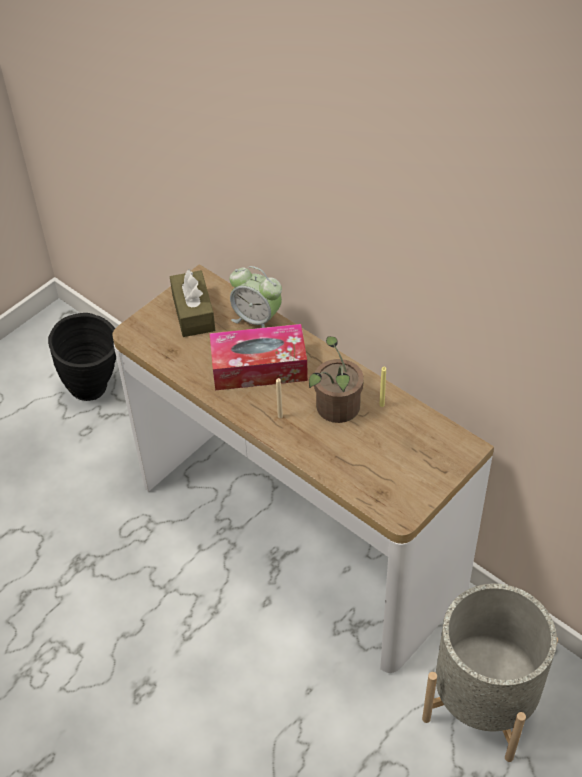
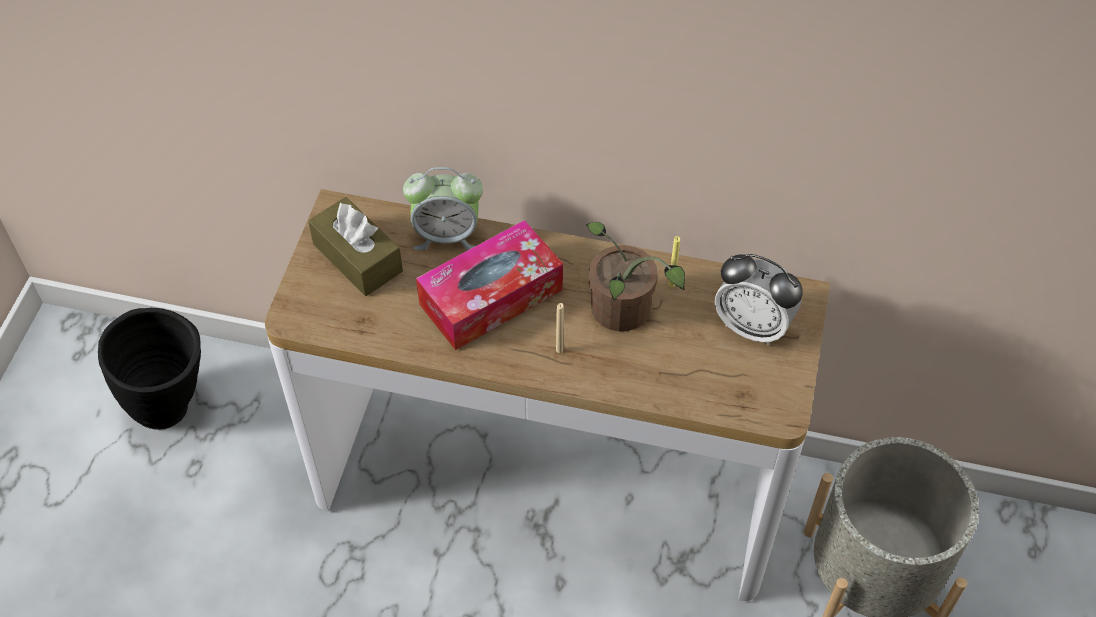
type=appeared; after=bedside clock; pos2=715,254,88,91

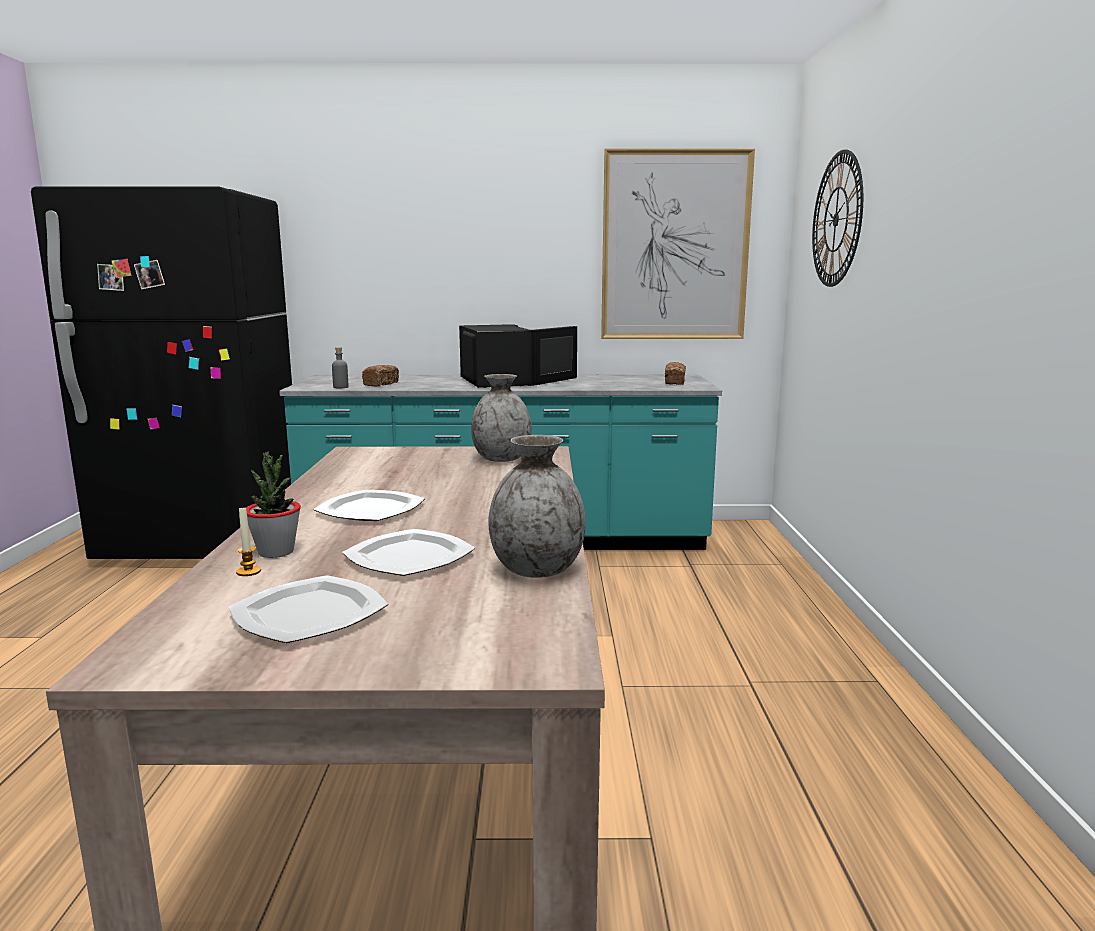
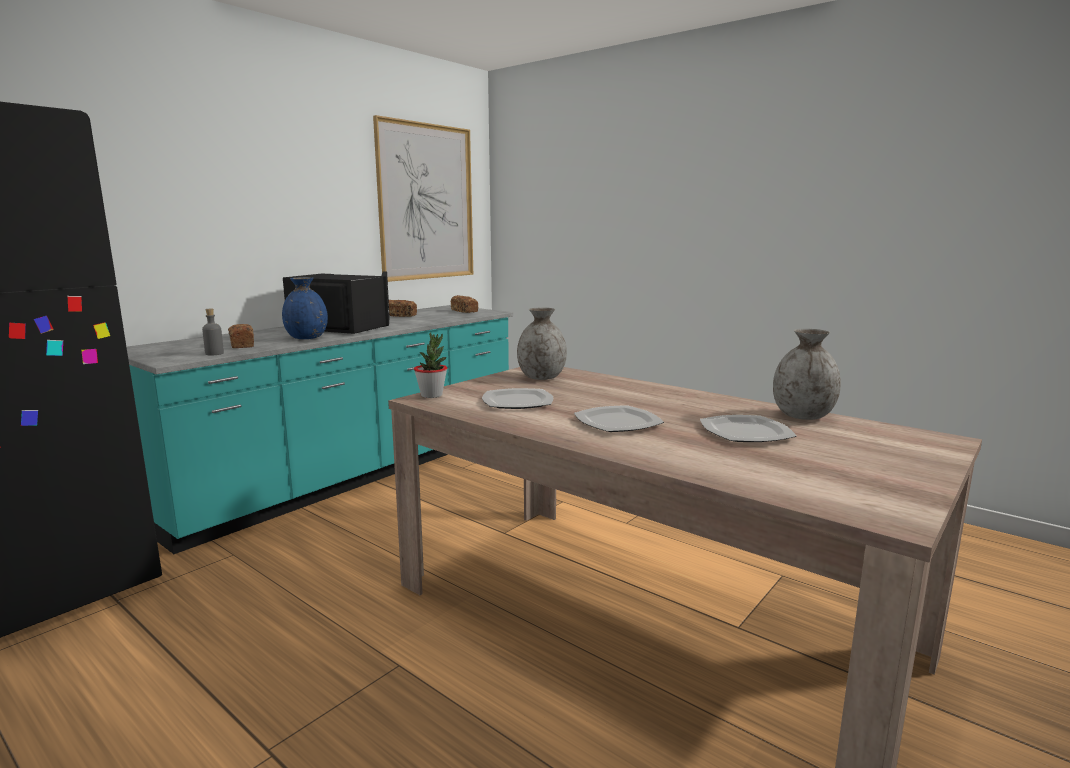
type=appeared; after=bluish vase; pos2=282,277,46,62
type=appeared; after=baked bread; pos2=389,300,28,17
type=relocated; before=potted plant; pos1=246,452,55,106; pos2=414,333,33,65
type=relocated; before=plate; pos1=228,575,160,68; pos2=482,388,71,21
type=missing; before=wax light; pos1=236,506,25,70
type=missing; before=clock on the wall; pos1=812,150,51,137

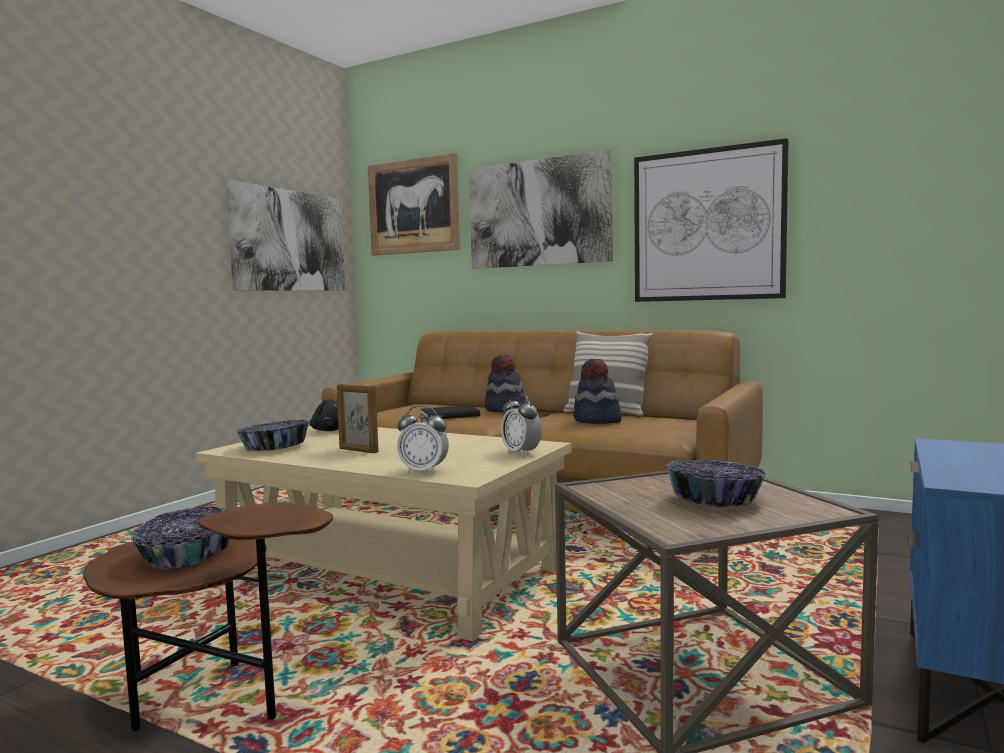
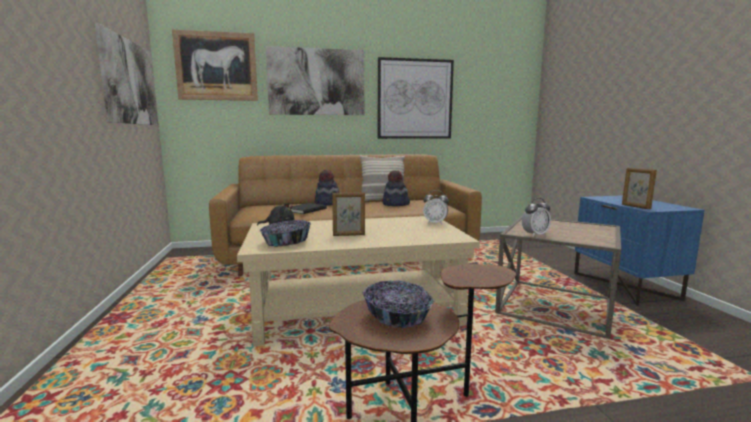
type=relocated; before=bedside clock; pos1=397,406,52,68; pos2=522,198,29,39
type=appeared; after=standing frame; pos2=622,168,35,41
type=missing; before=bowl; pos1=666,460,101,47

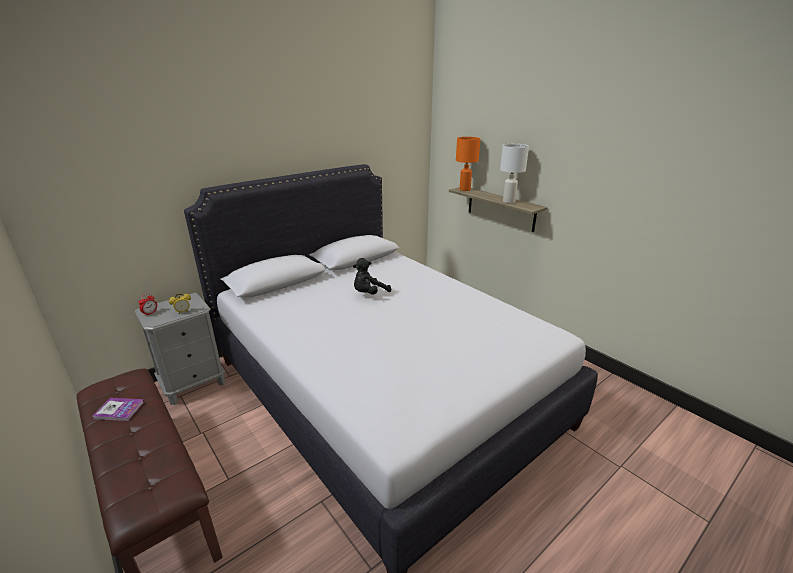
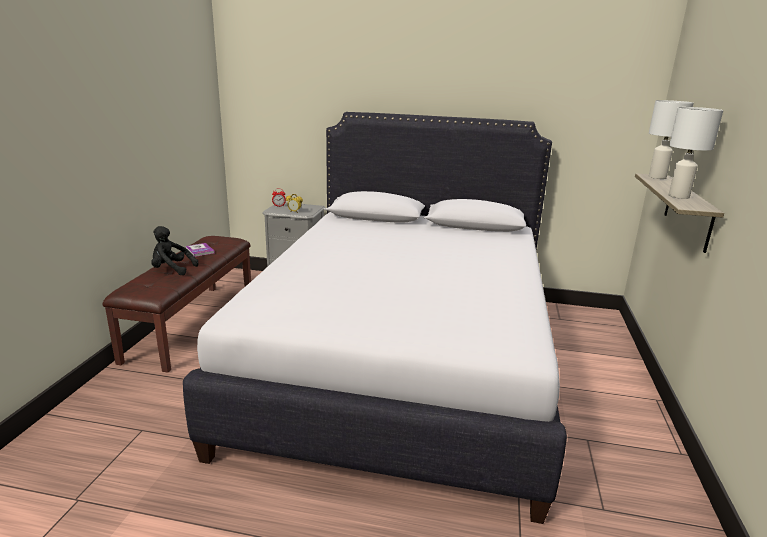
type=relocated; before=black-coloured plush toy; pos1=353,258,38,37; pos2=151,226,47,49
type=colour; before=orange lamp for a table; after=whitish lamp for a table; pos1=456,137,25,54; pos2=649,100,45,79

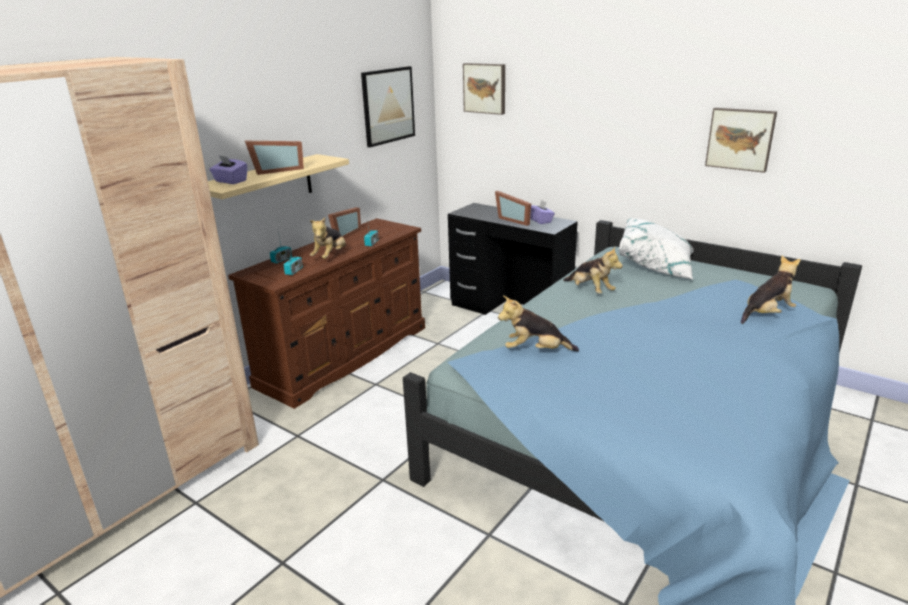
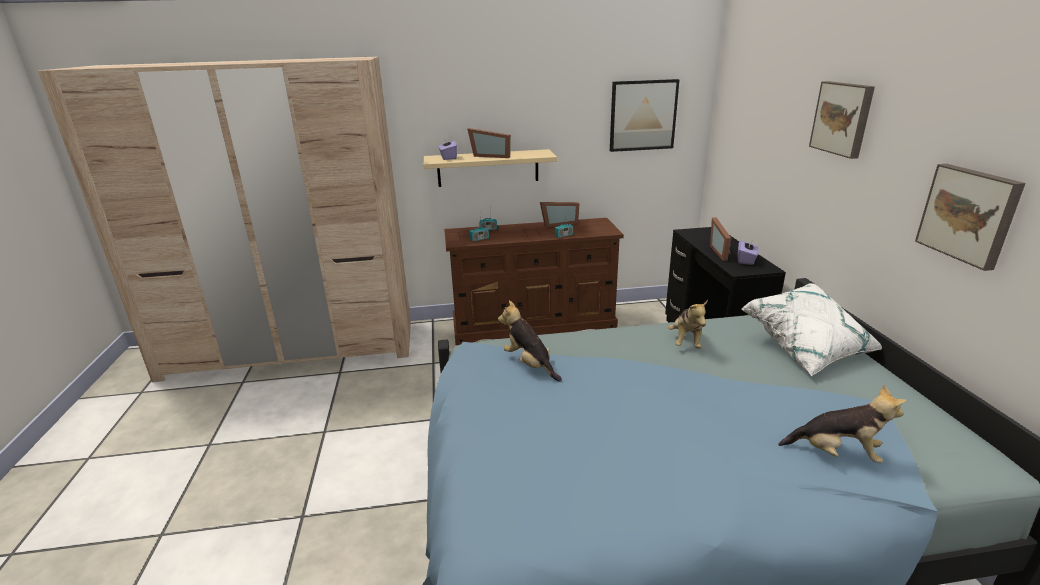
type=relocated; before=wall picture; pos1=463,63,42,52; pos2=809,81,66,78
type=missing; before=plush toy; pos1=310,217,36,42

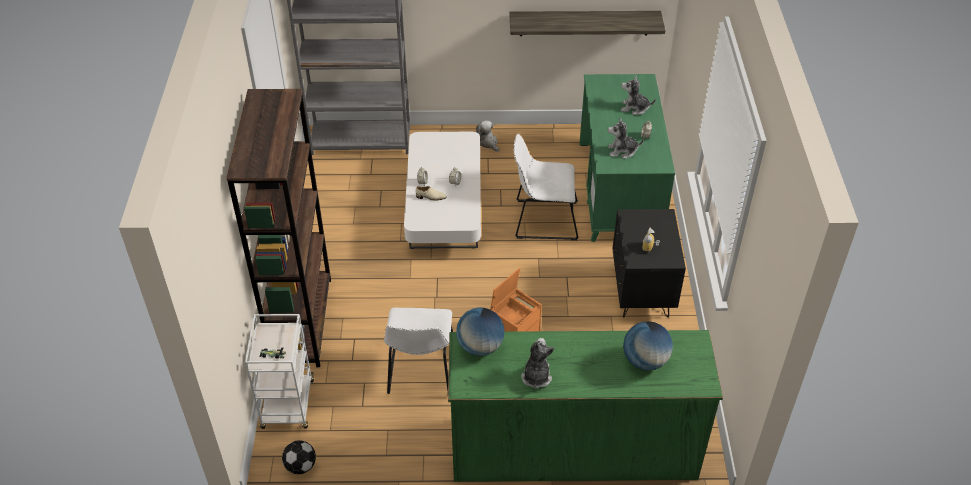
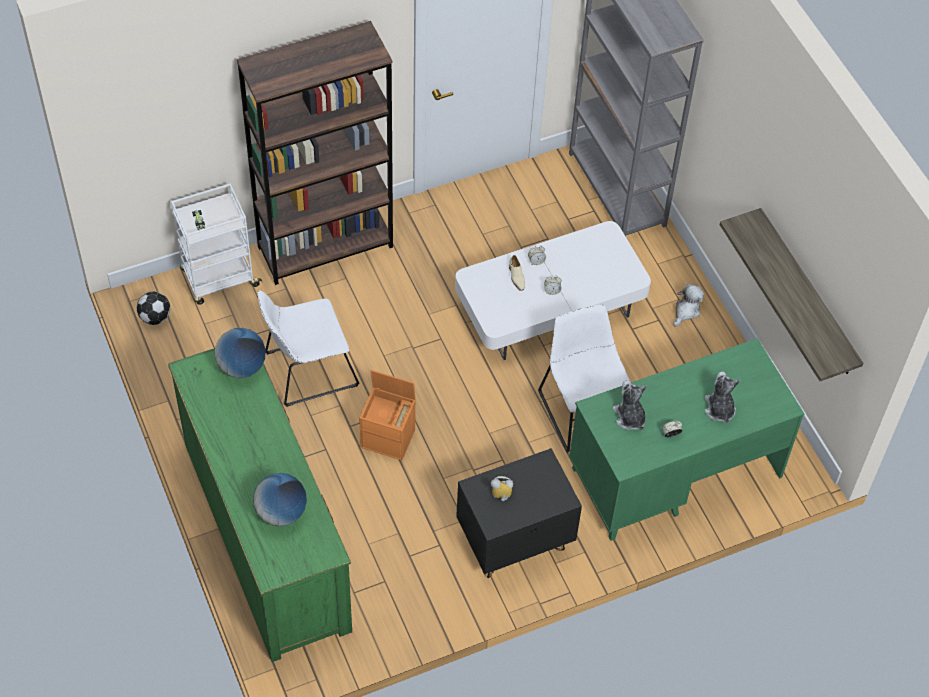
type=missing; before=plush toy; pos1=521,338,34,51

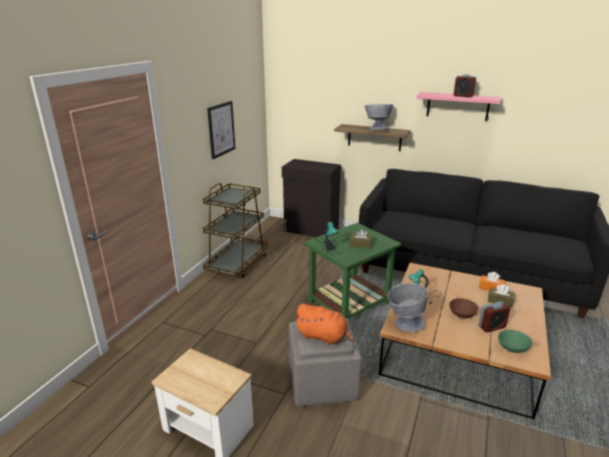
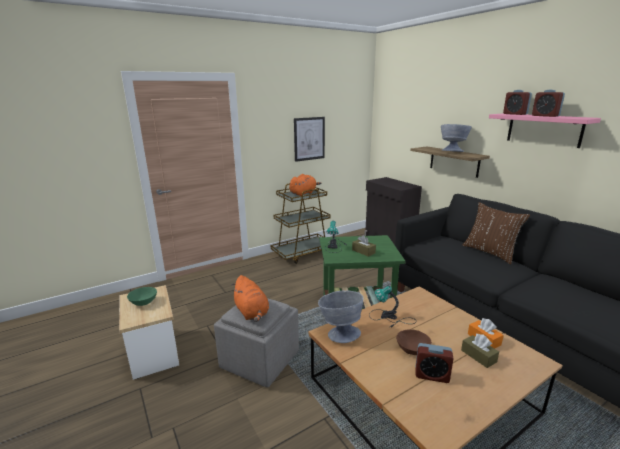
type=relocated; before=green bowl; pos1=498,330,34,23; pos2=127,287,30,19
type=appeared; after=orange plush toy; pos2=289,174,32,22
type=appeared; after=brown throw pillow; pos2=463,202,67,62
type=appeared; after=bedside clock; pos2=503,90,29,25

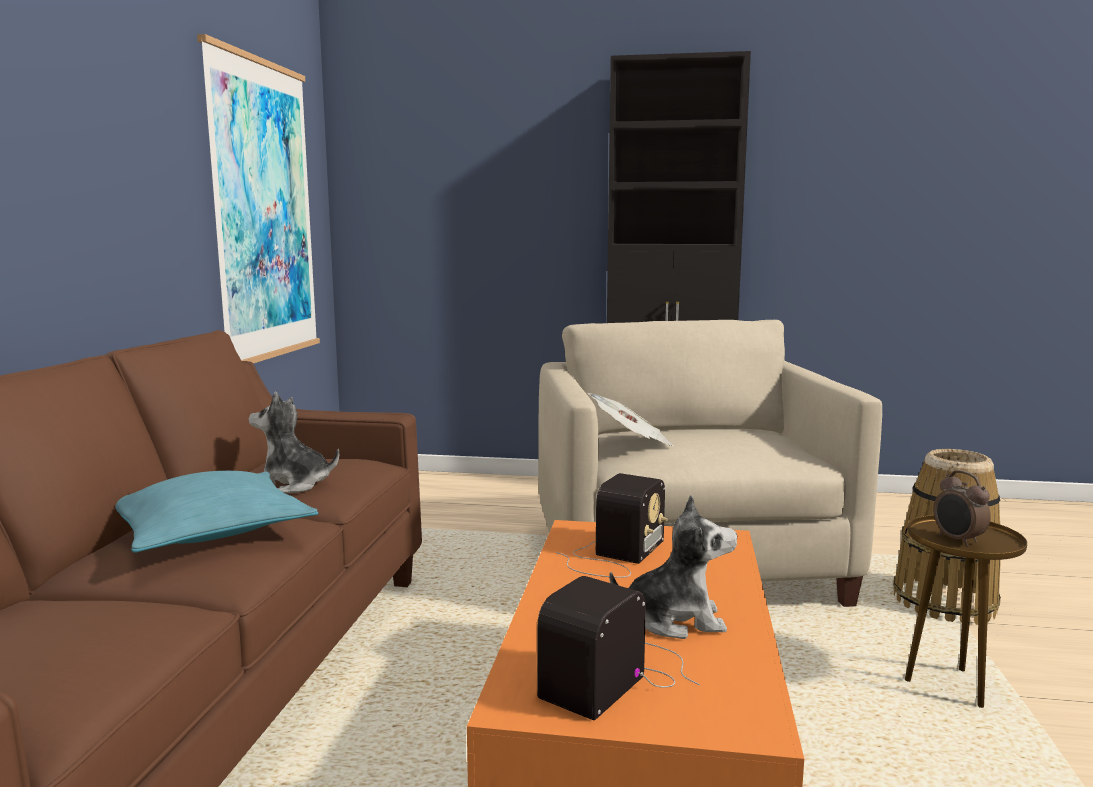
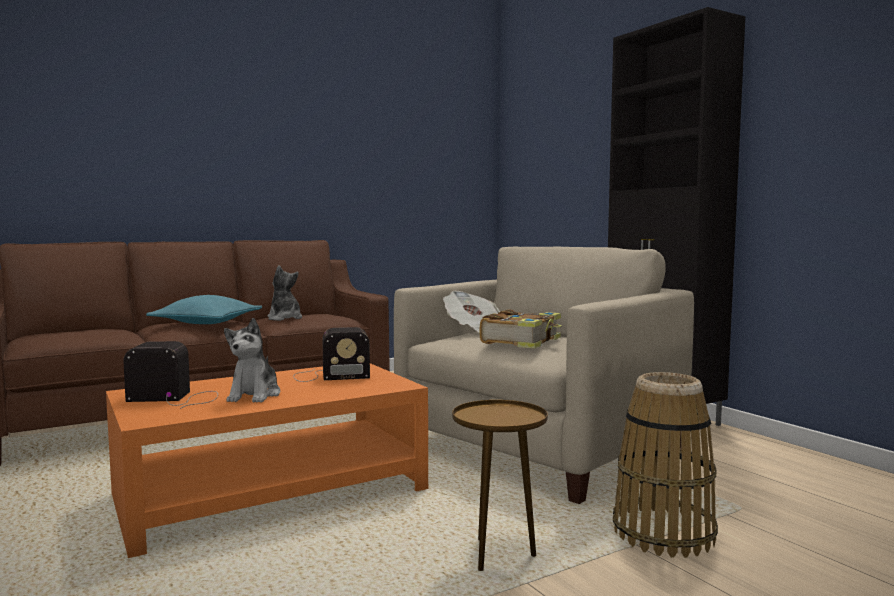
type=spun; before=plush toy; pos1=609,495,128,144; pos2=224,318,56,84; turn=45
type=appeared; after=bound book; pos2=480,309,82,40
type=missing; before=wall picture; pos1=197,34,123,329
type=missing; before=bedside clock; pos1=933,470,58,77

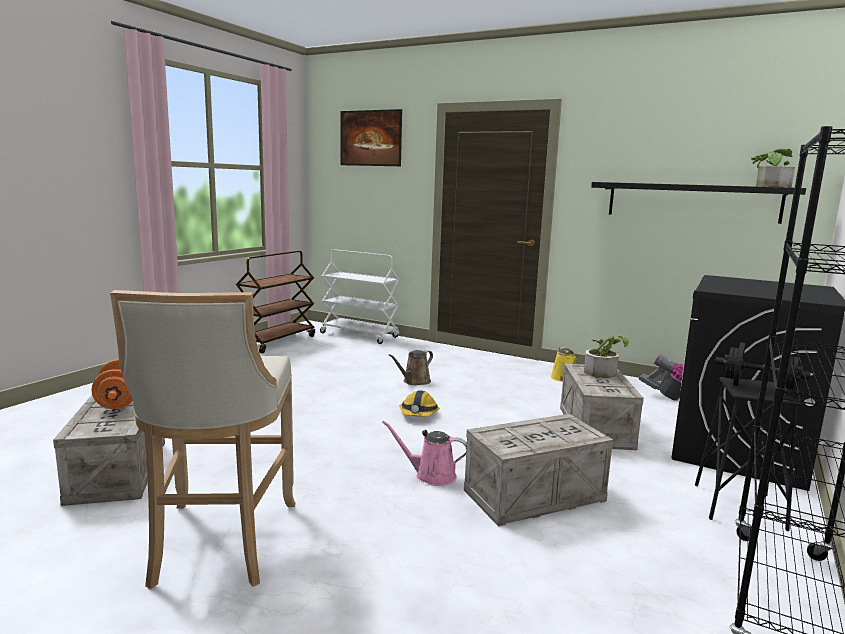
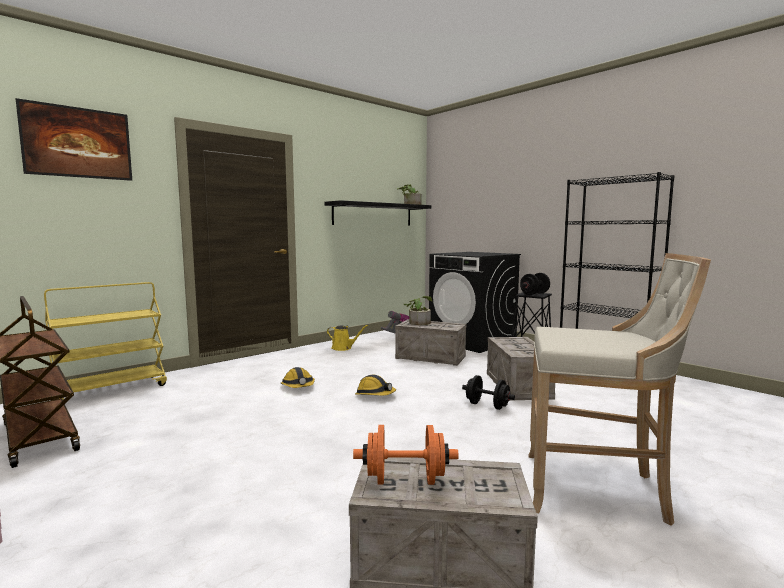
type=colour; before=whitish trolley; after=yellowish trolley; pos1=320,249,80,95; pos2=44,282,123,118
type=exchanged; before=brown watering pot; after=hard hat; pos1=389,350,44,35; pos2=281,367,34,21
type=exchanged; before=pink-coloured watering pot; after=black-coloured hand weight; pos1=382,421,85,65; pos2=462,375,53,35

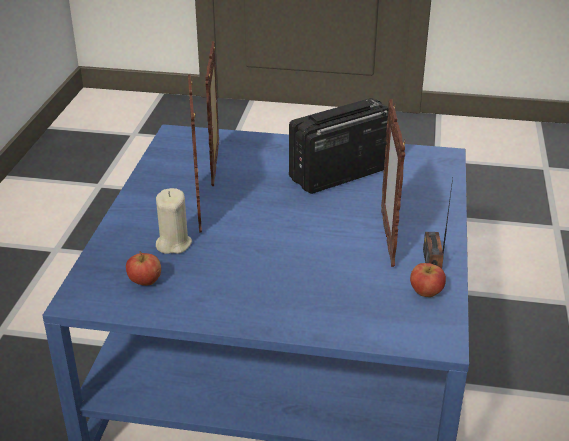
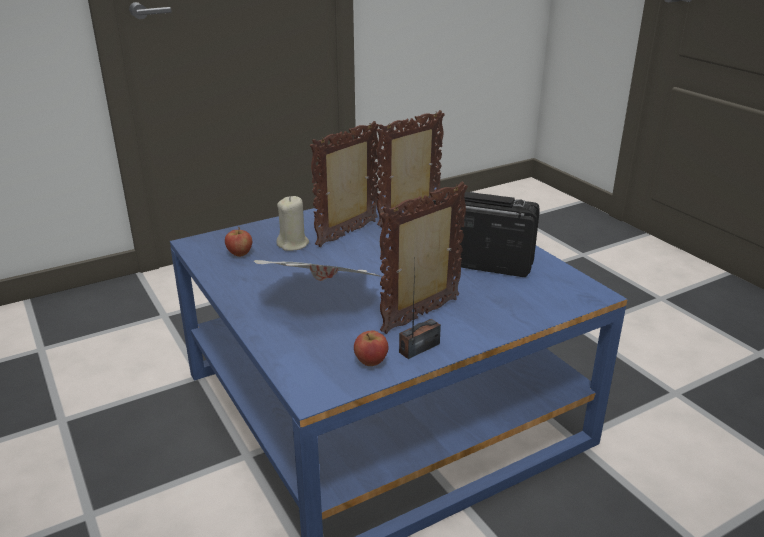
type=appeared; after=newspaper; pos2=254,260,128,21

